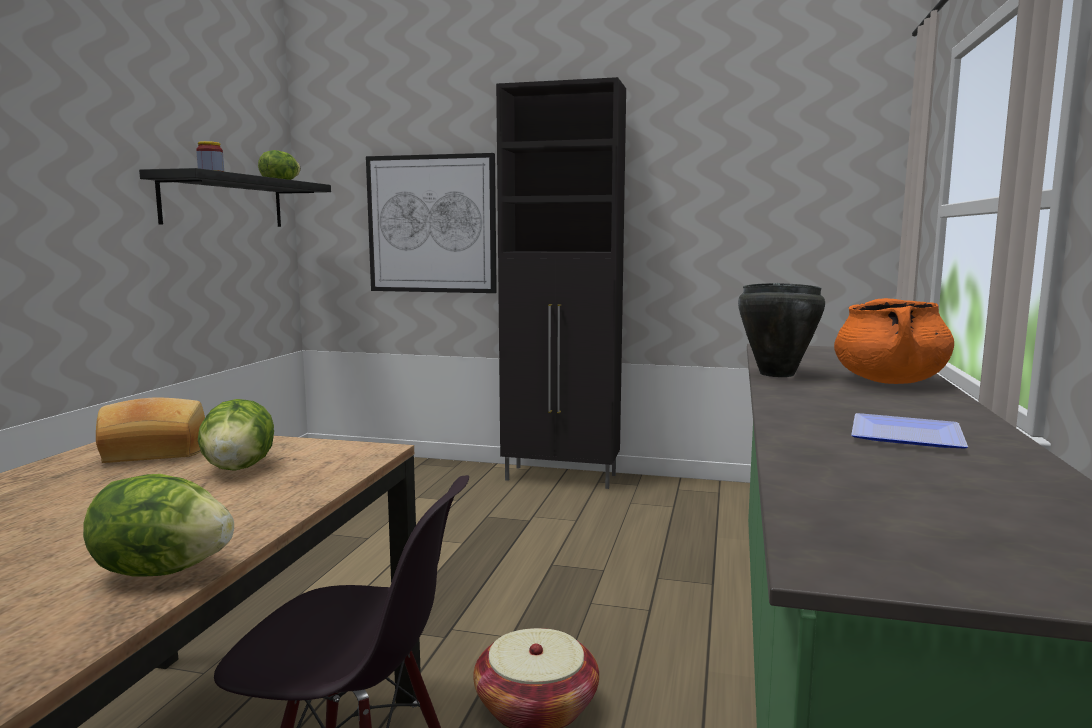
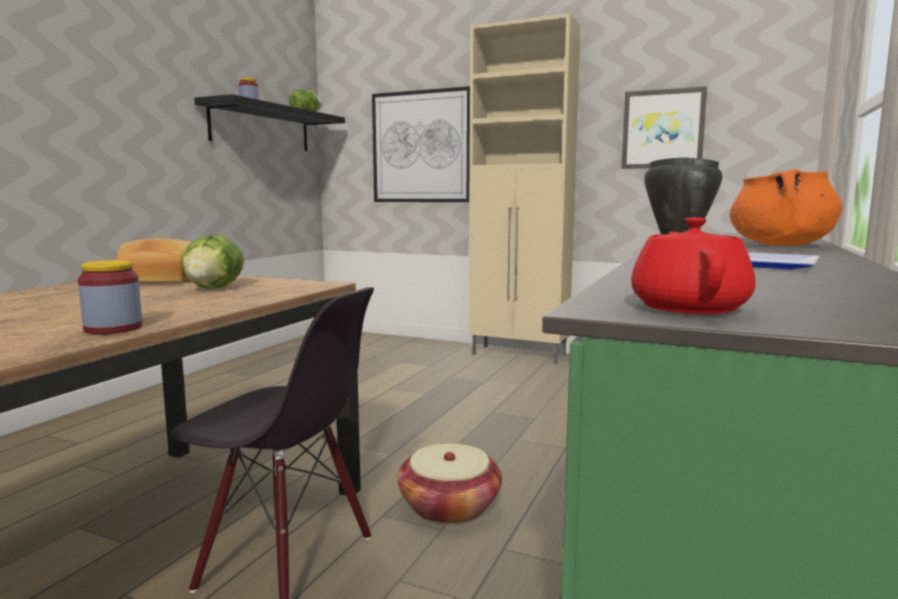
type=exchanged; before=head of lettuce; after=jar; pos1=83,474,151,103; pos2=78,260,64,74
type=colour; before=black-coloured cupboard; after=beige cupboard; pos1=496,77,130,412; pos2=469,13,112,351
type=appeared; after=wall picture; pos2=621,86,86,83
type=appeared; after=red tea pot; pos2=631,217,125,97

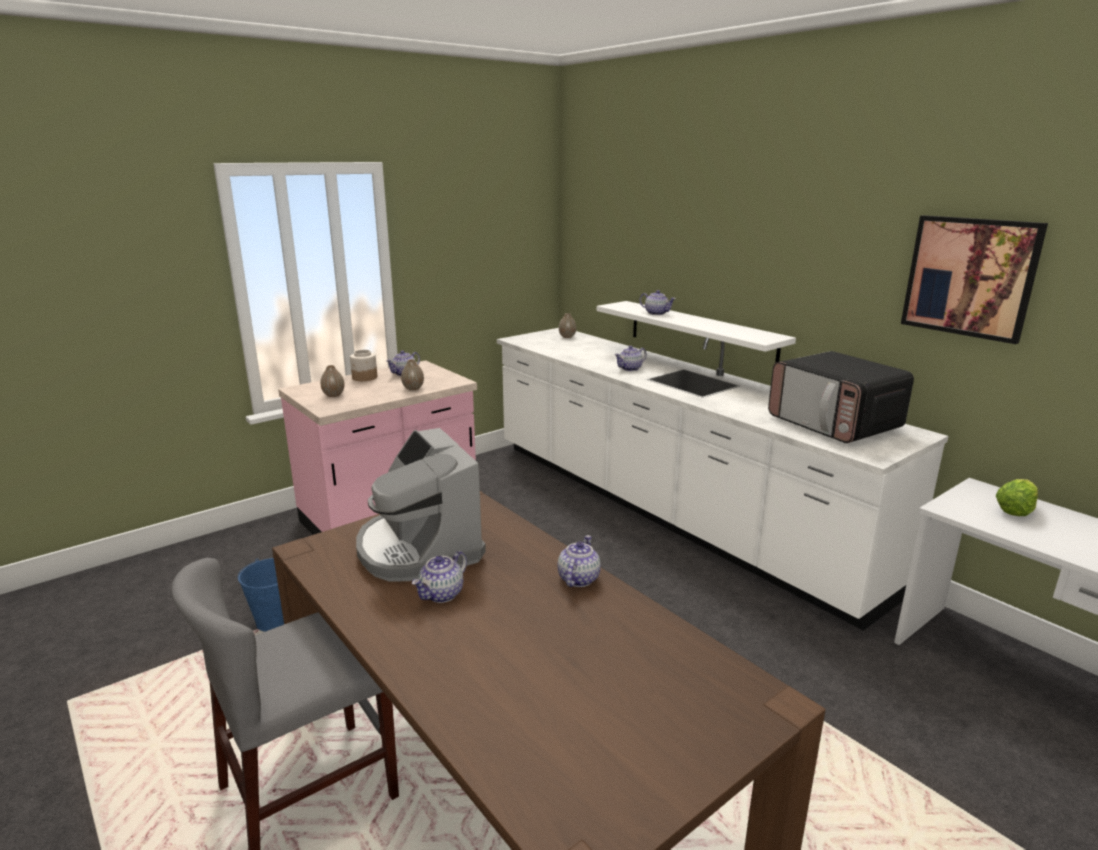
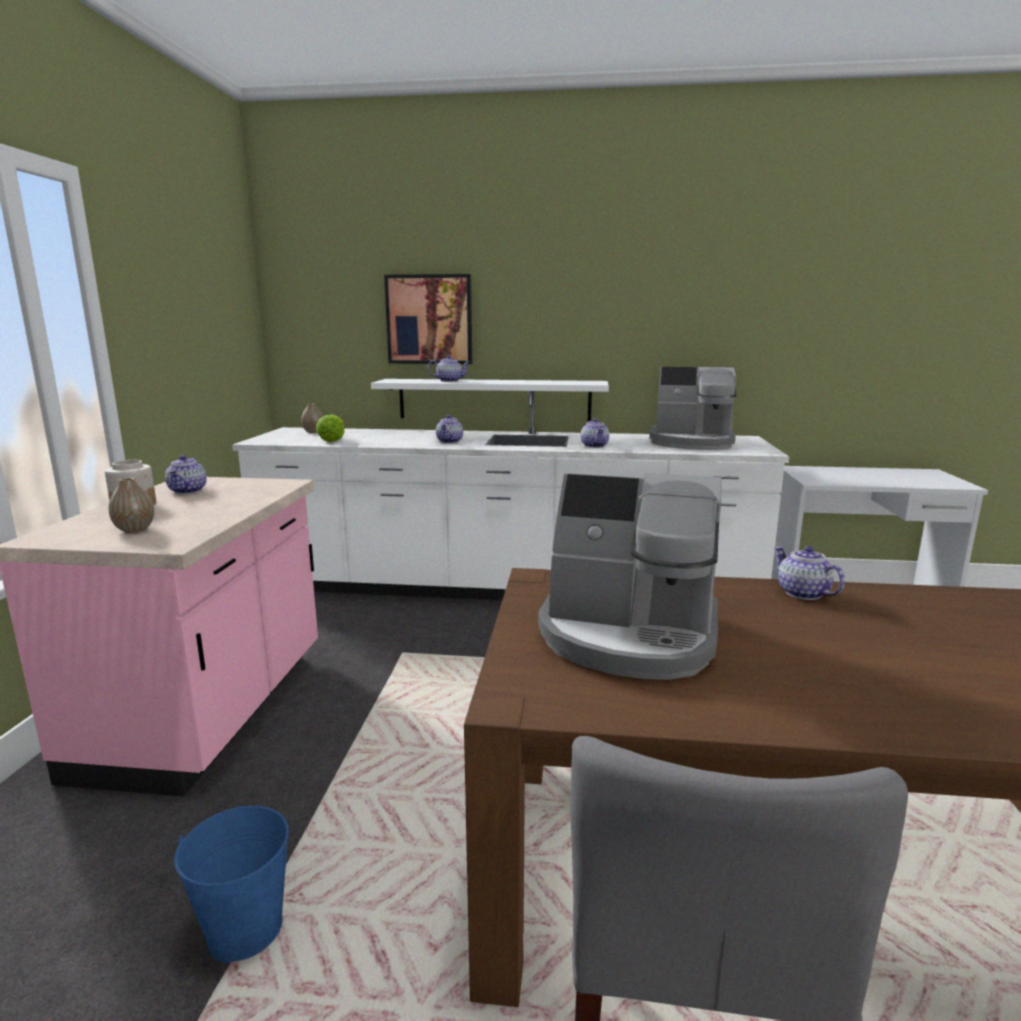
type=relocated; before=head of lettuce; pos1=996,479,42,37; pos2=316,414,29,28
type=relocated; before=wall picture; pos1=901,215,147,129; pos2=384,274,88,90
type=relocated; before=tea pot; pos1=412,551,55,52; pos2=581,418,28,30
type=exchanged; before=kitchen microwave; after=coffee maker; pos1=768,351,146,92; pos2=649,367,88,83
type=missing; before=vase; pos1=401,359,23,31

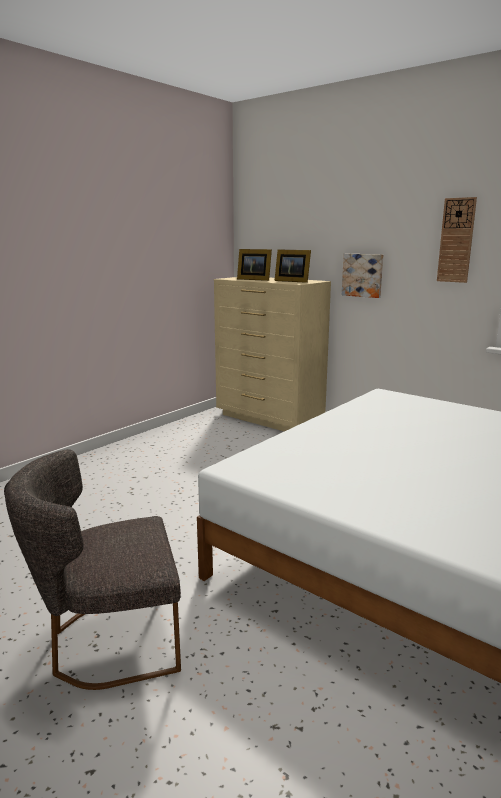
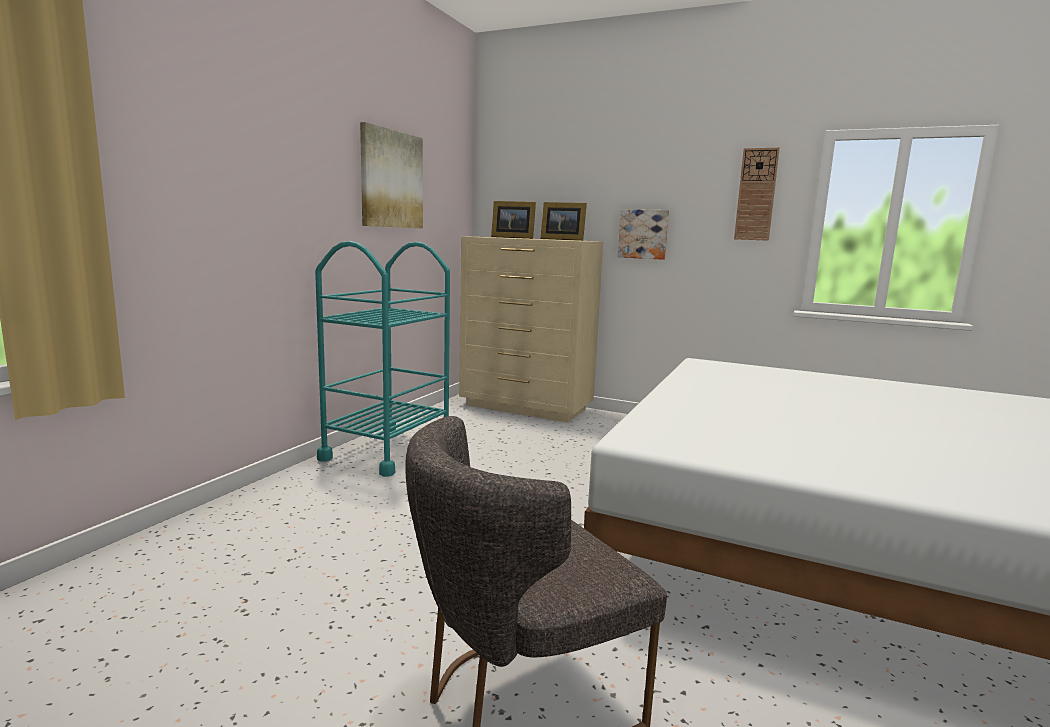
type=appeared; after=blue-green trolley; pos2=315,241,135,236
type=appeared; after=wall picture; pos2=360,122,63,106

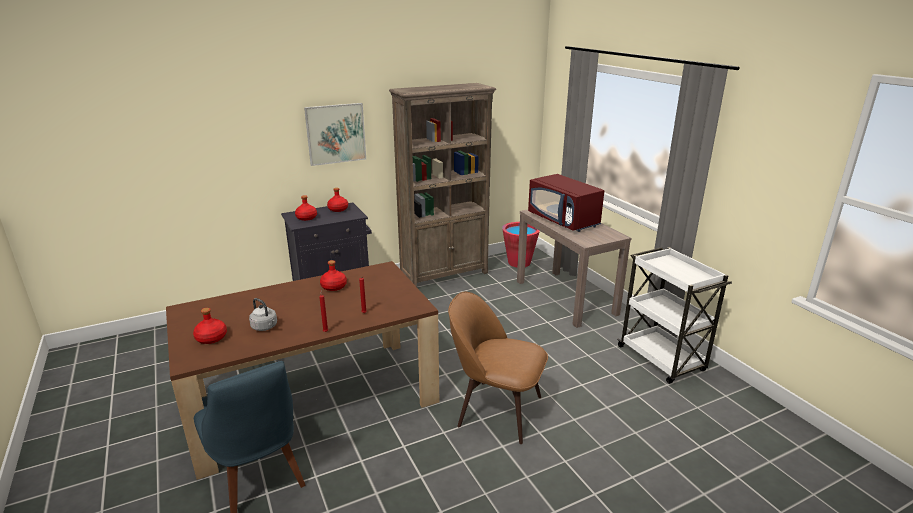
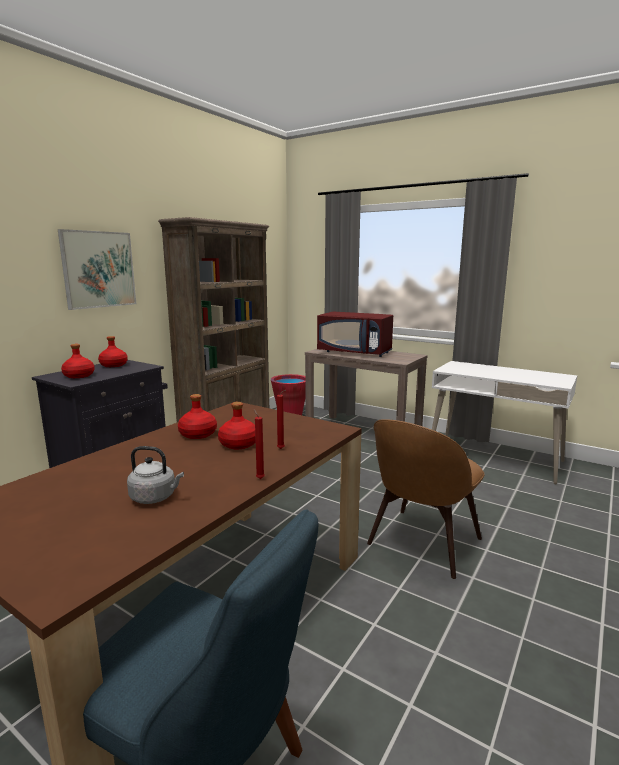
type=relocated; before=red drink bottle; pos1=193,308,34,36; pos2=218,402,38,47
type=spun; before=brown plain chair; pos1=448,292,100,152; pos2=367,419,118,160; turn=-45
type=exchanged; before=whitish trolley; after=whitish desk; pos1=617,247,115,137; pos2=432,361,145,123

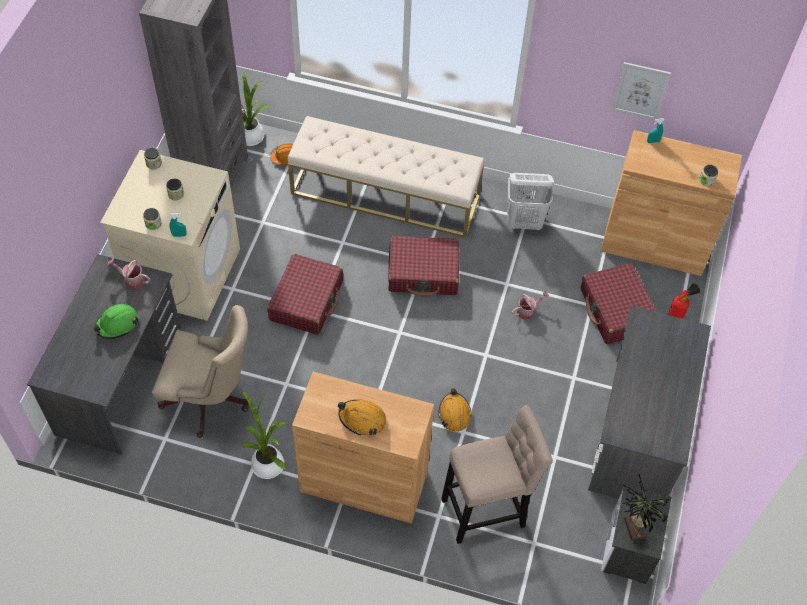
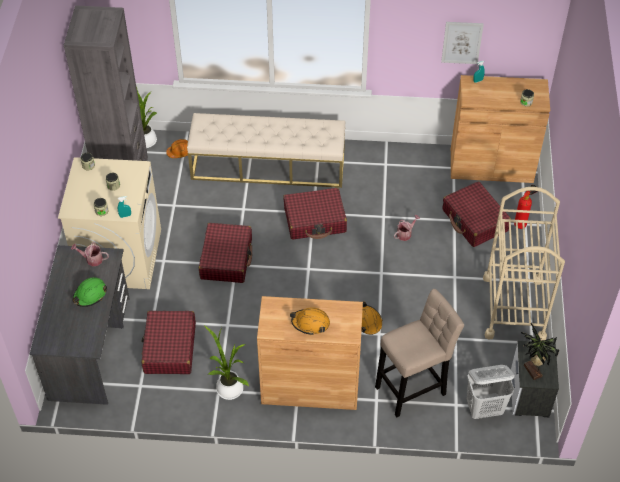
type=exchanged; before=beige desk chair; after=red travel case; pos1=152,305,96,133; pos2=142,311,54,63
type=relocated; before=whitish hamper; pos1=507,173,47,57; pos2=467,365,48,54
type=exchanged; before=gray desk; after=beige trolley; pos1=588,306,123,193; pos2=483,187,82,154

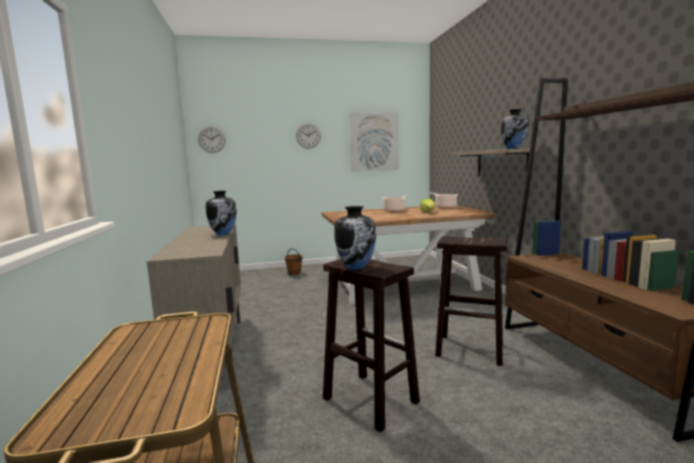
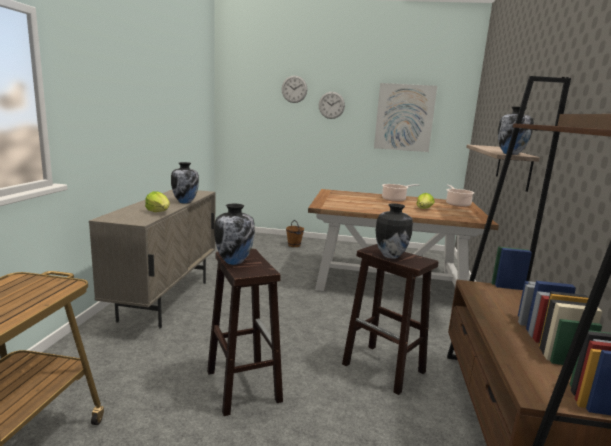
type=appeared; after=head of lettuce; pos2=145,191,25,21
type=relocated; before=clock on the wall; pos1=198,126,28,27; pos2=282,76,25,27
type=appeared; after=vase; pos2=376,204,37,55

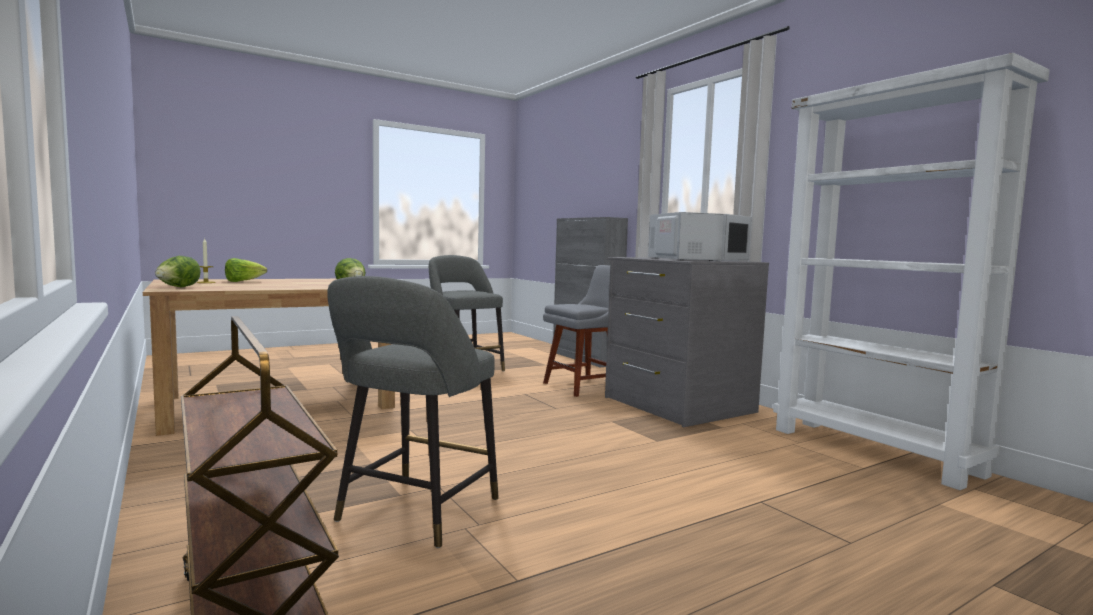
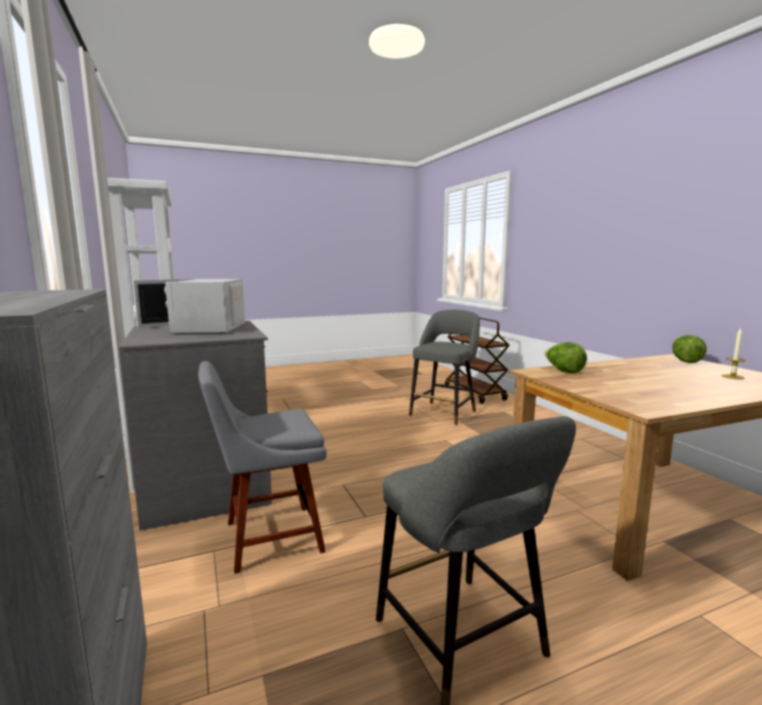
type=missing; before=head of lettuce; pos1=225,258,42,24

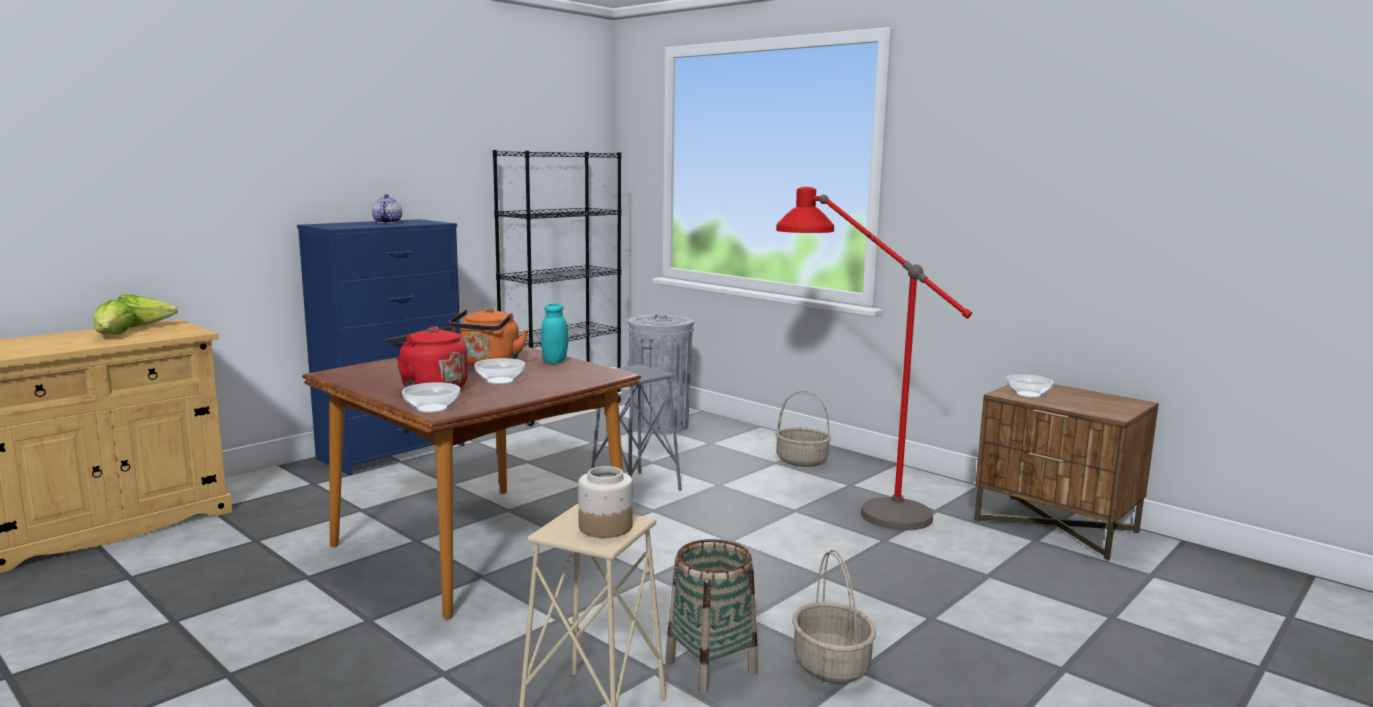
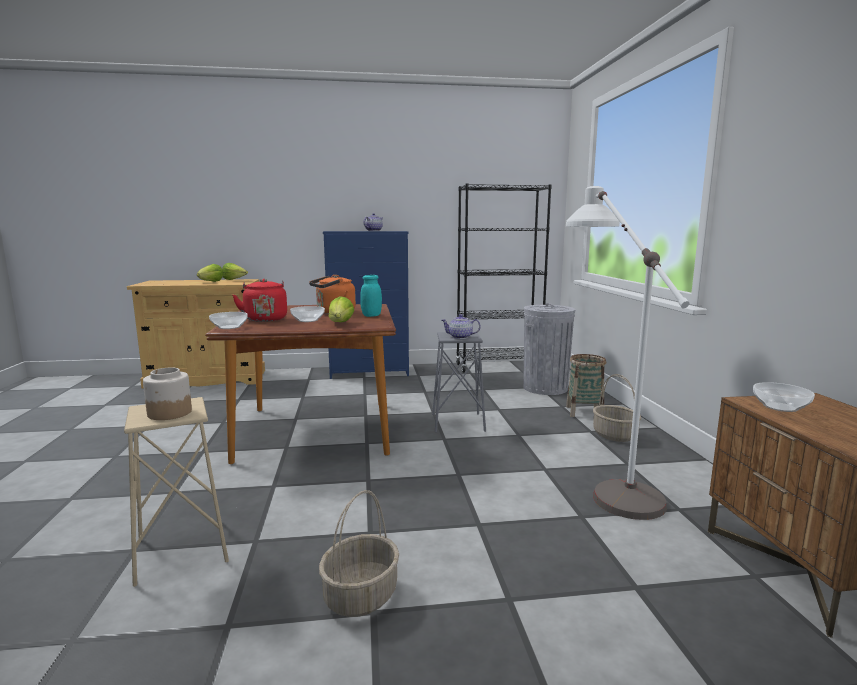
type=appeared; after=head of lettuce; pos2=329,296,25,26
type=appeared; after=tea pot; pos2=441,314,40,25
type=colour; before=red standard lamp; after=whitish standard lamp; pos1=776,187,196,343; pos2=566,186,123,334
type=relocated; before=basket; pos1=665,539,93,154; pos2=566,354,40,63

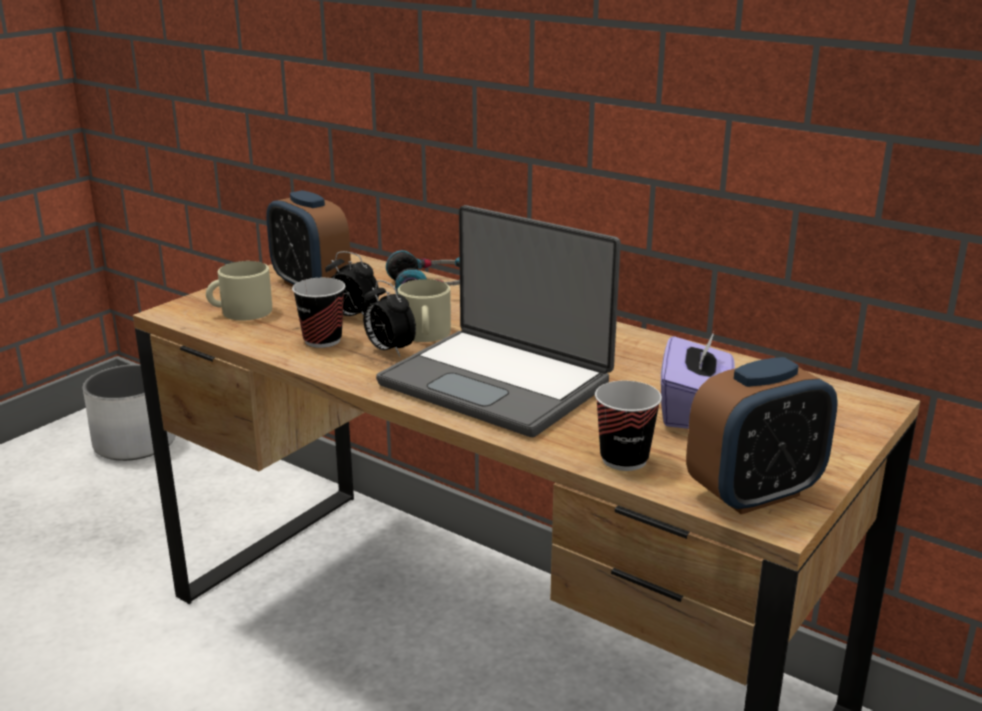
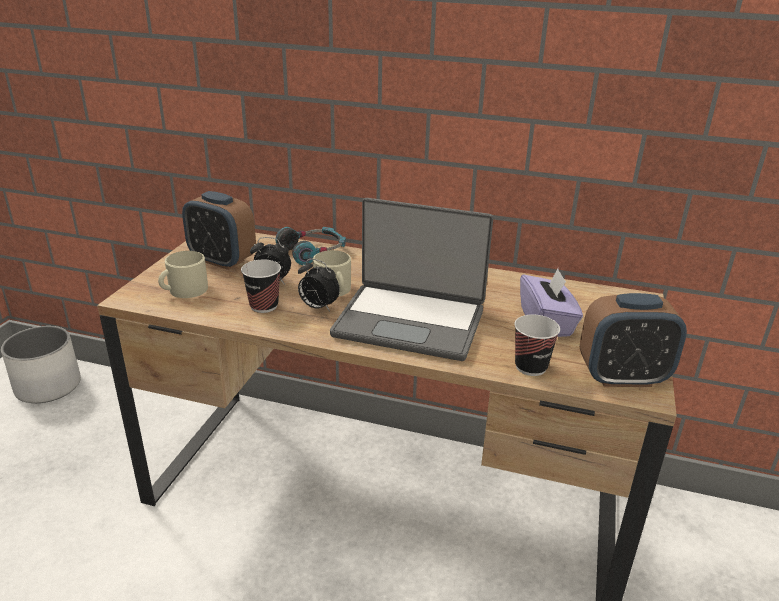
type=spun; before=bedside clock; pos1=686,357,152,157; pos2=580,293,107,94; turn=45

